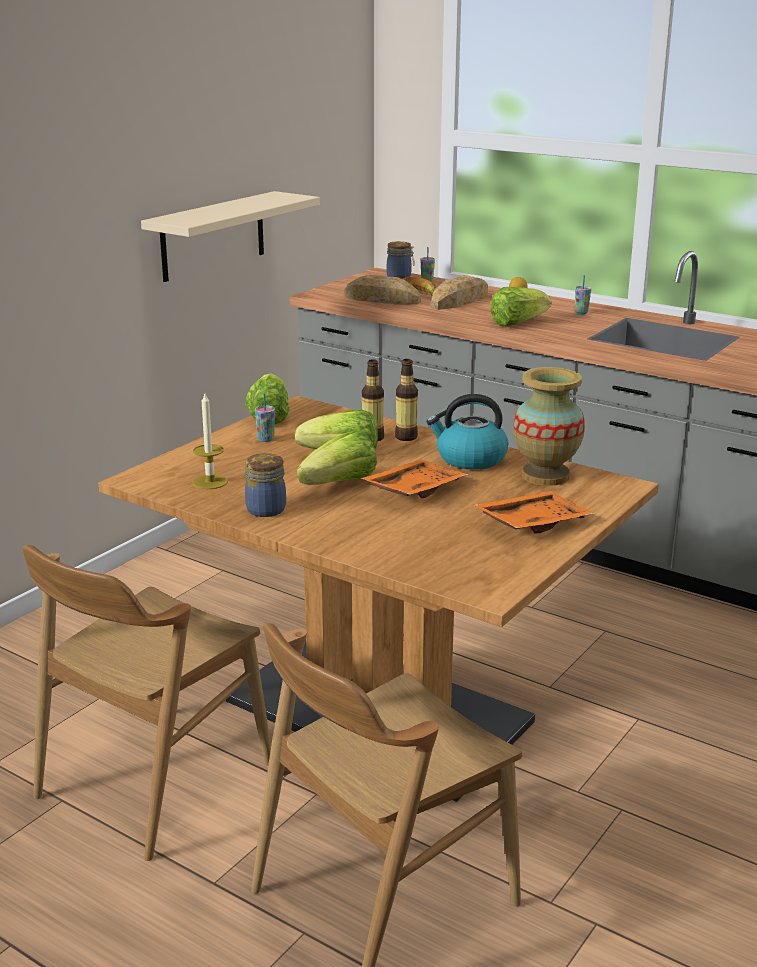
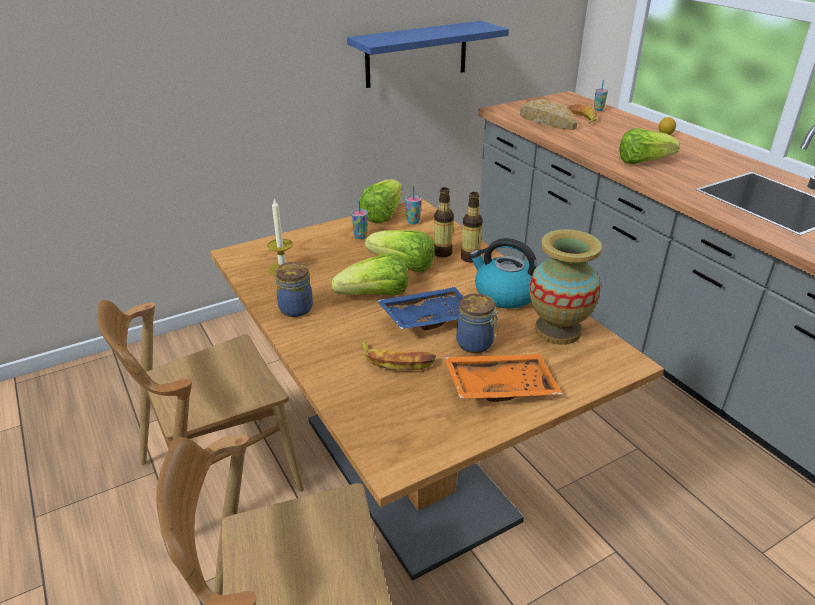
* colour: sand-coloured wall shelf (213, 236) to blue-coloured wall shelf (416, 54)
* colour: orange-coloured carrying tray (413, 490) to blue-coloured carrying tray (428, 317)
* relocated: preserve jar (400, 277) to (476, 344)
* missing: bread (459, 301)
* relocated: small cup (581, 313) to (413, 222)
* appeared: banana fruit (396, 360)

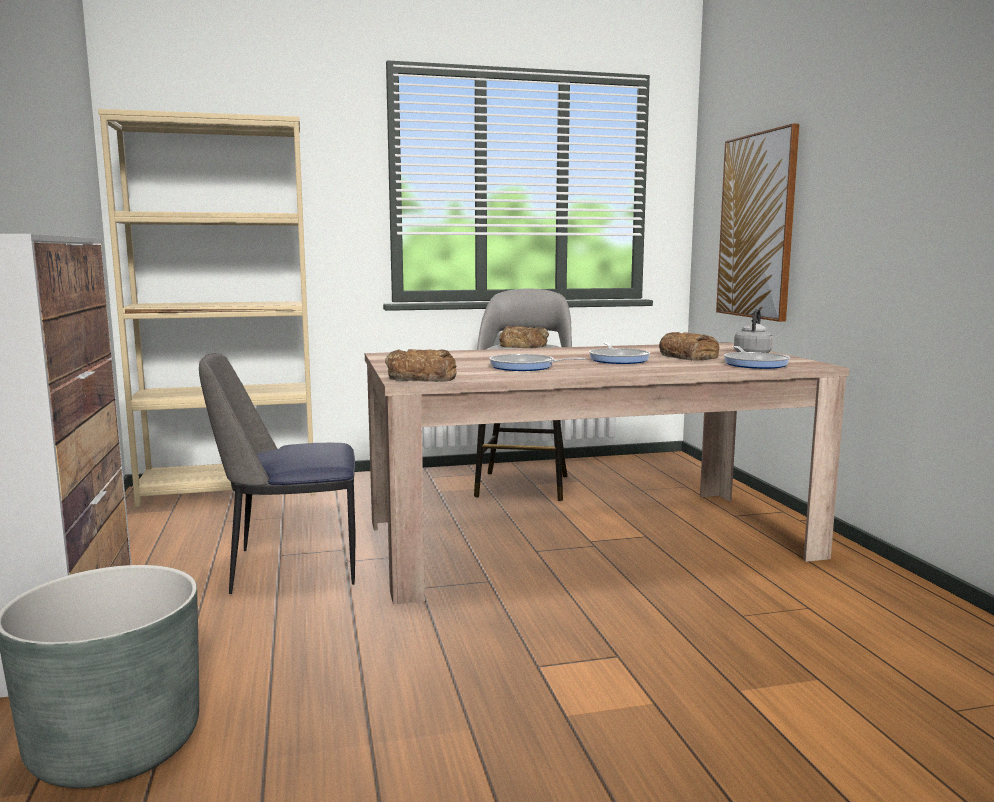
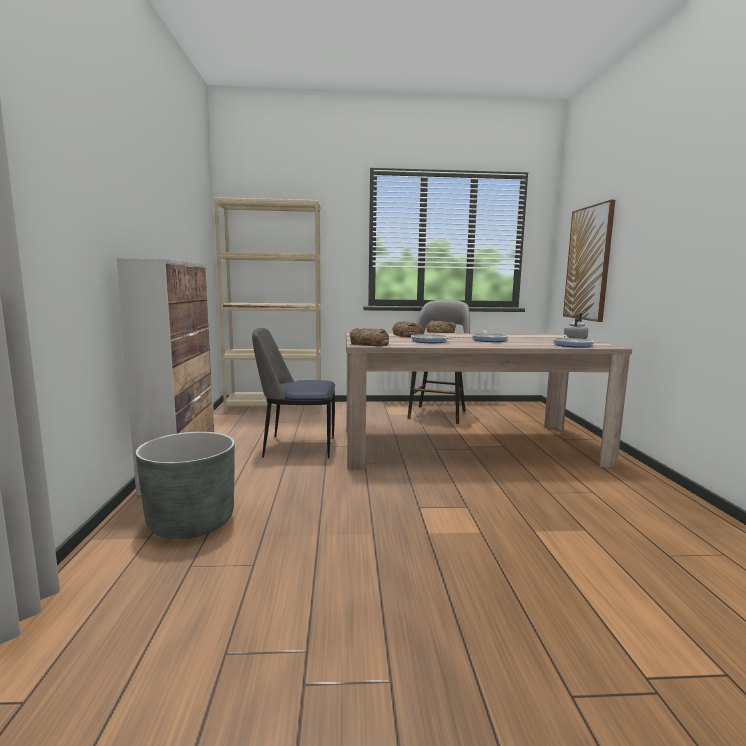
* relocated: bread (688, 356) to (407, 335)

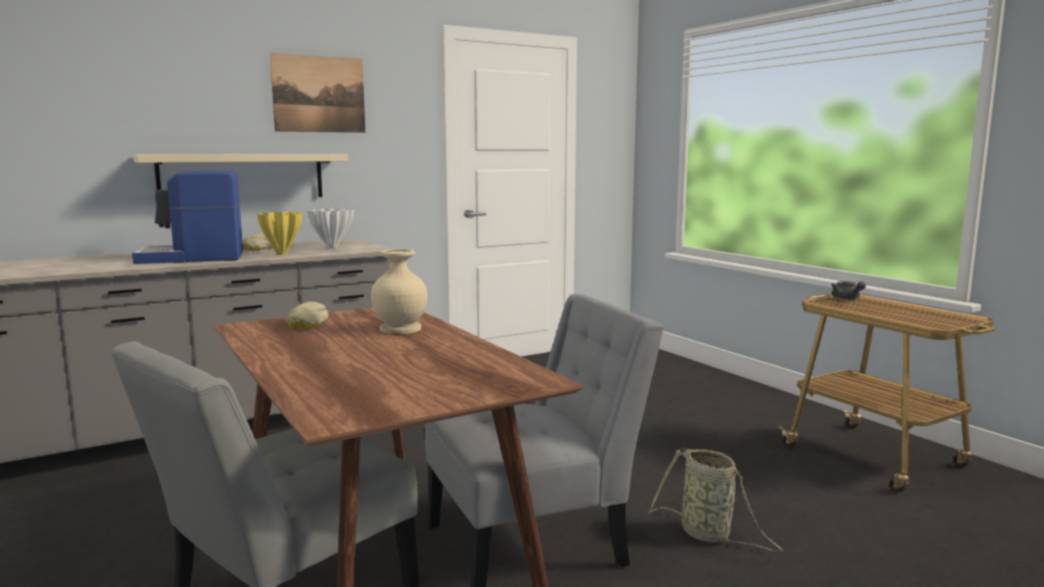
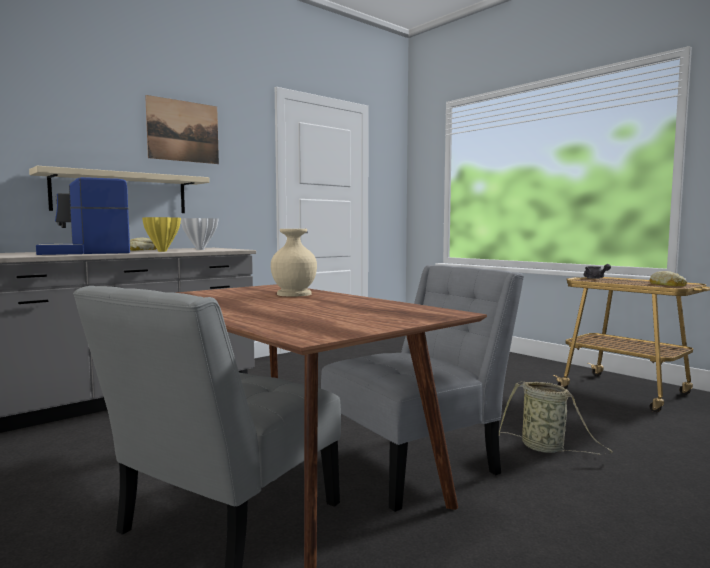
* relocated: bread (306, 323) to (667, 284)

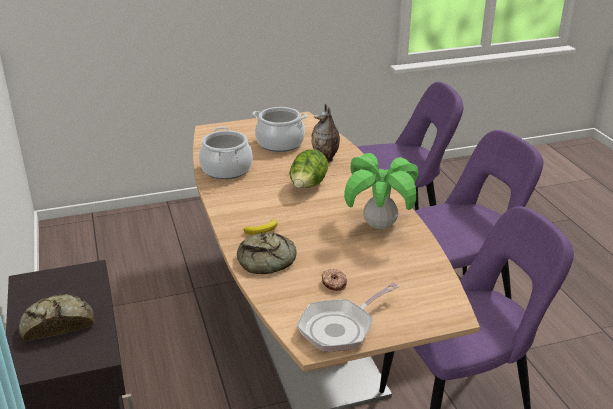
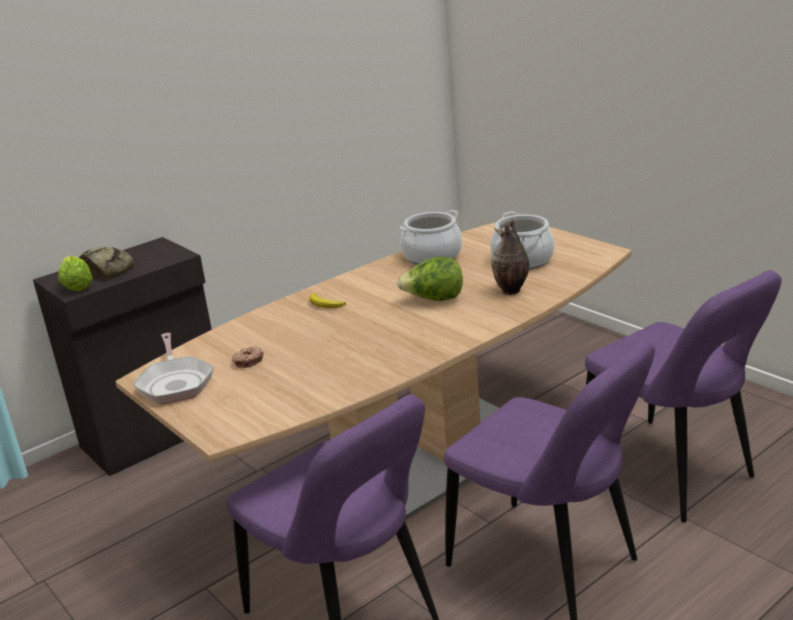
* missing: bread (267, 261)
* spun: skillet (340, 328) = (175, 382) 135 degrees counterclockwise
* missing: plant in a pot (380, 225)
* appeared: lettuce (77, 286)

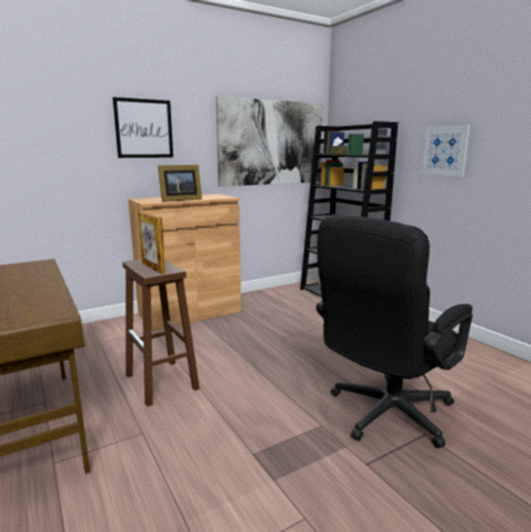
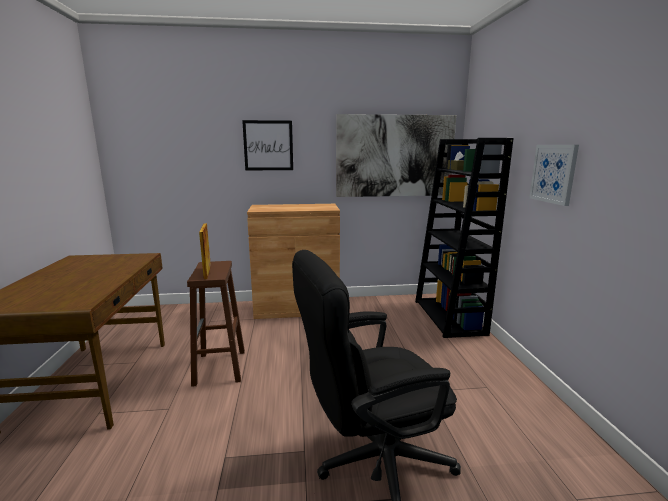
* missing: picture frame (179, 200)

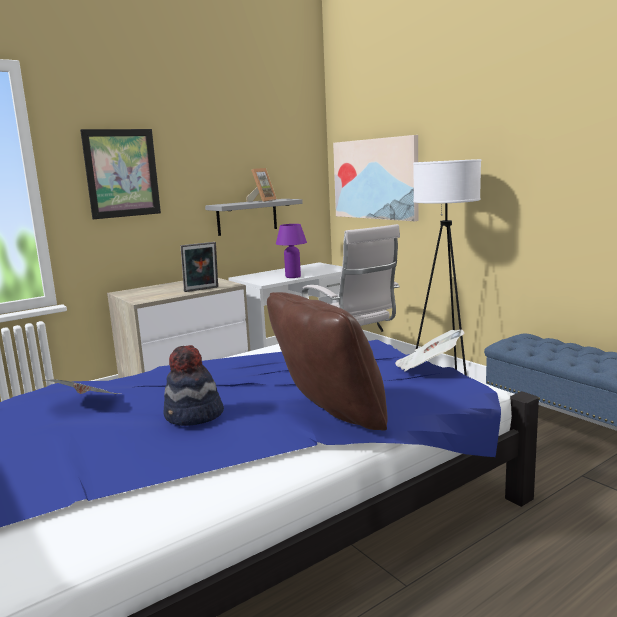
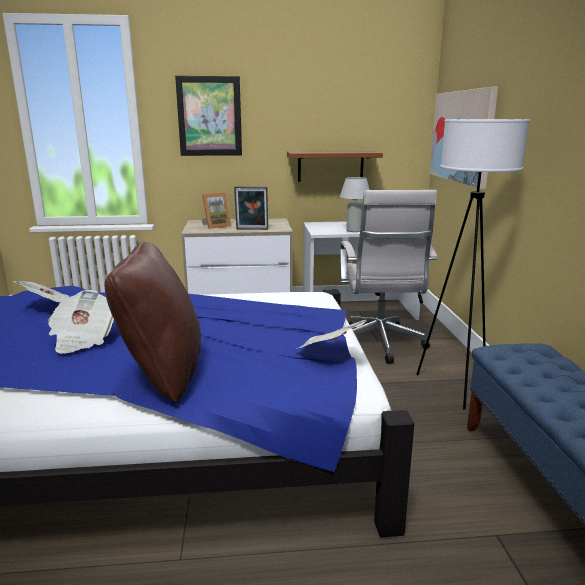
* exchanged: wearable hat (193, 416) to daily paper (83, 338)
* colour: gray wall shelf (247, 217) to brownish wall shelf (330, 166)
* relocated: picture frame (262, 201) to (216, 226)
* colour: purple table lamp (293, 277) to white-coloured table lamp (354, 230)

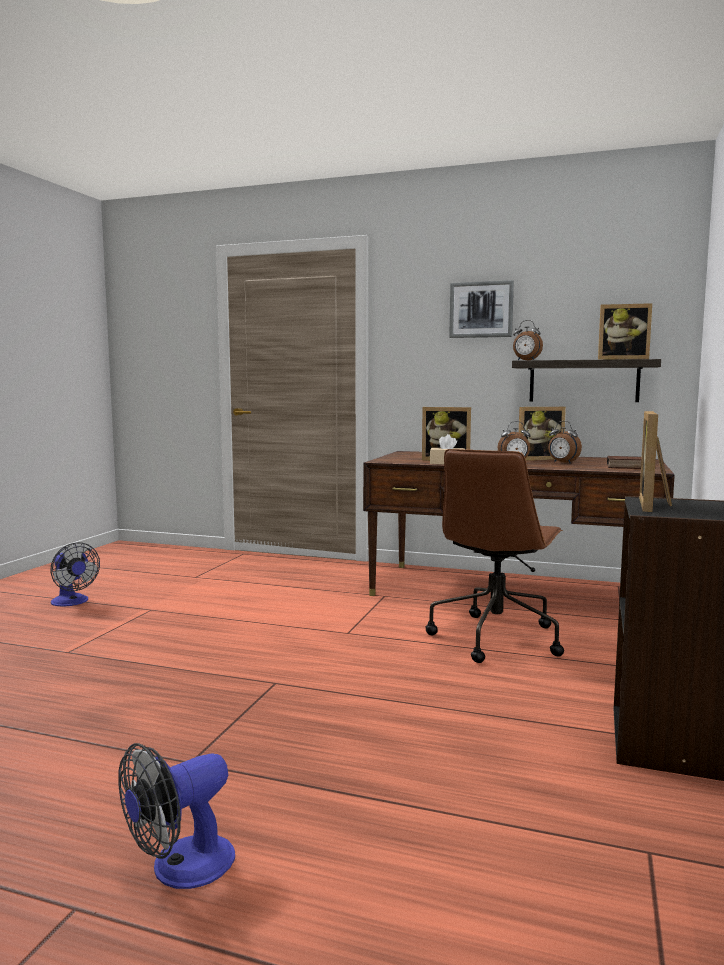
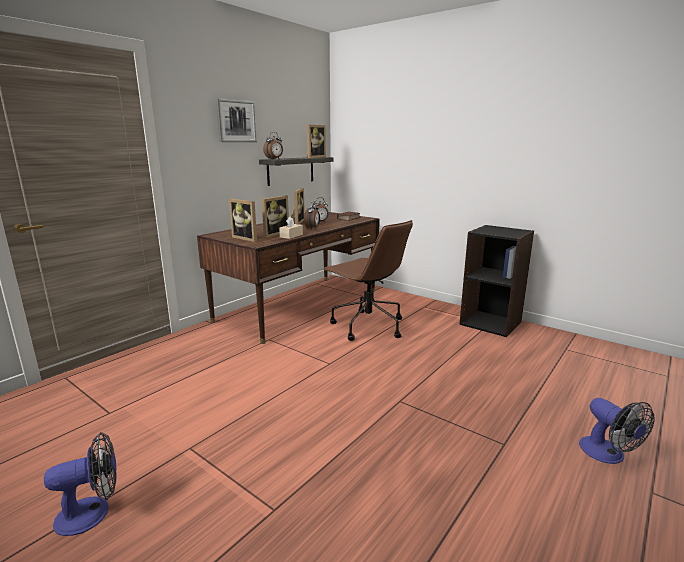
* relocated: picture frame (656, 505) to (247, 238)

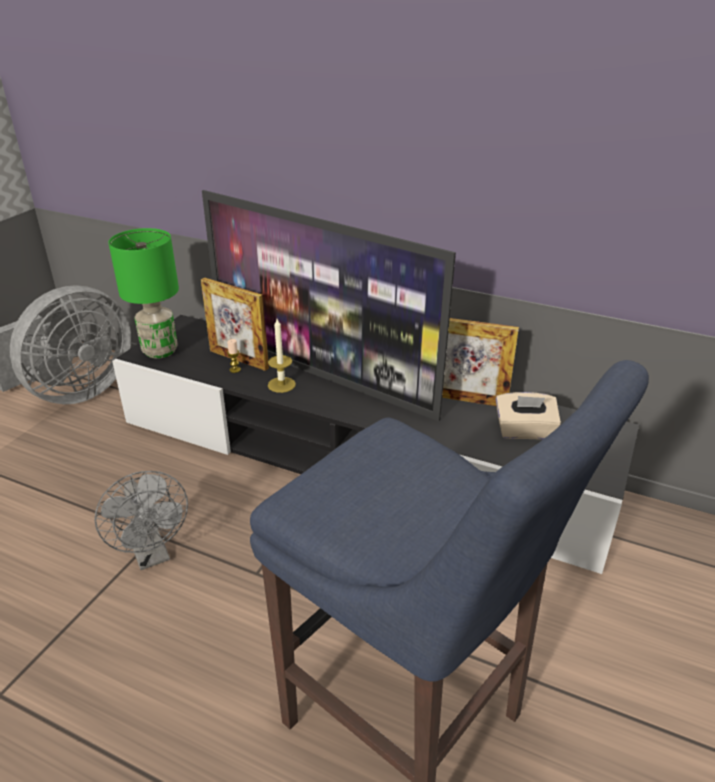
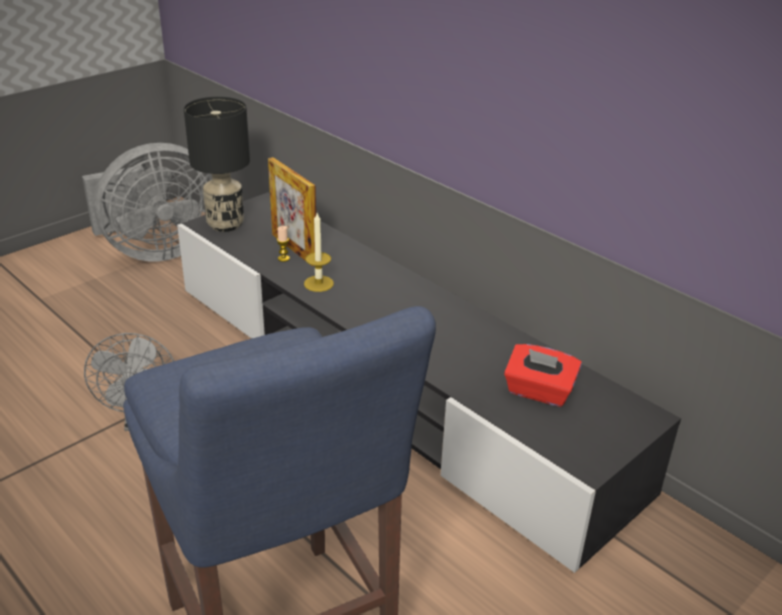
* colour: green table lamp (160, 351) to blackish table lamp (226, 224)
* missing: TV (323, 375)
* missing: picture frame (467, 400)
* colour: sand-coloured tissue box (524, 431) to reddish tissue box (539, 392)

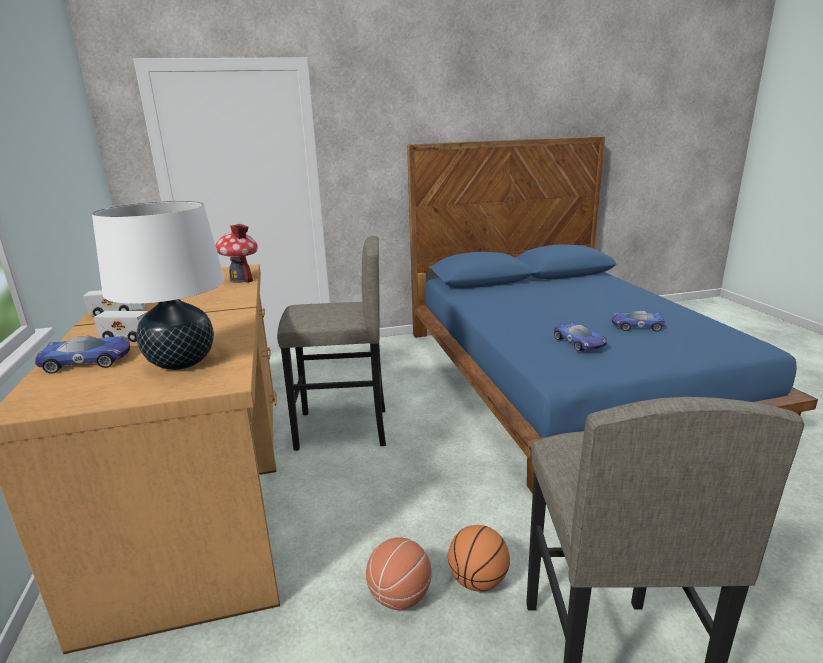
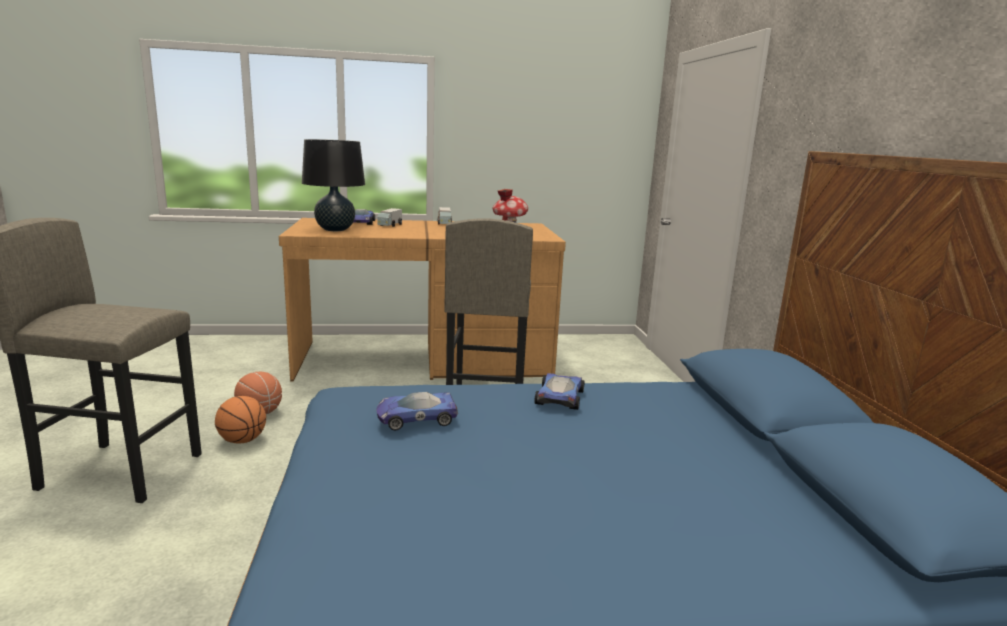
* colour: white-coloured table lamp (181, 362) to blackish table lamp (335, 229)
* relocated: toy car (636, 326) to (560, 397)

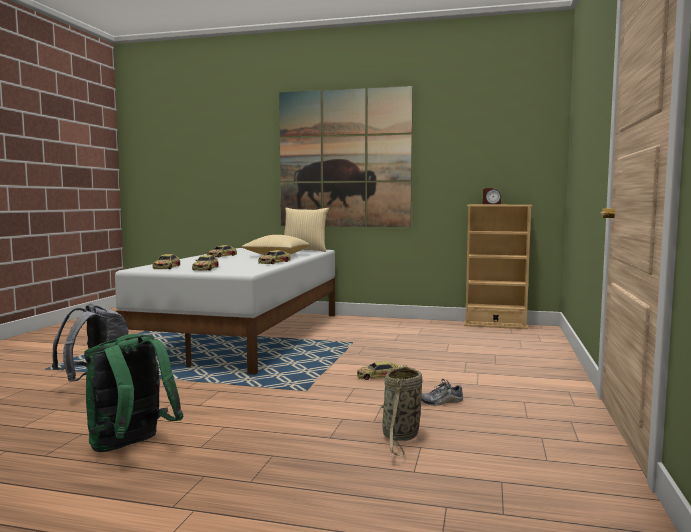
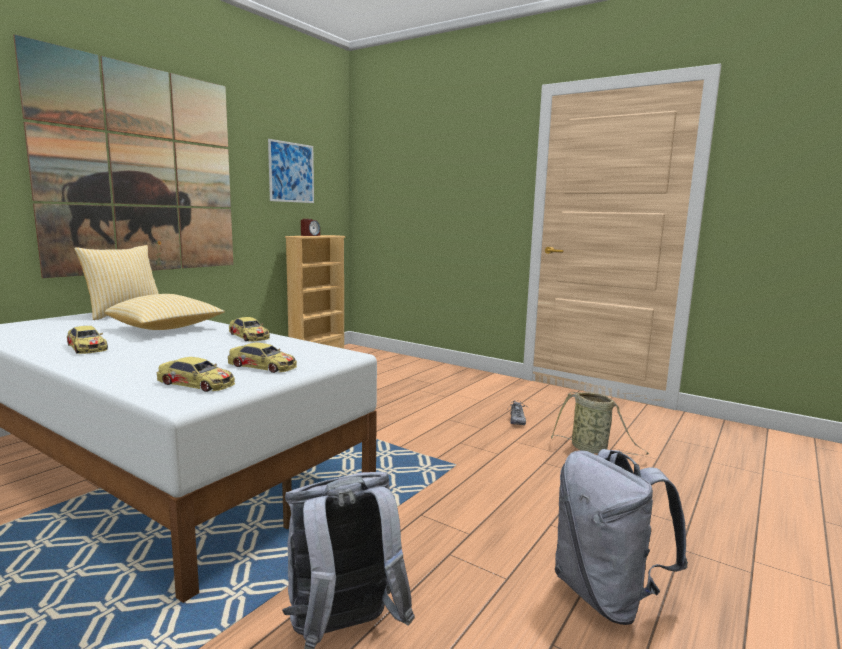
* colour: green knapsack (130, 447) to gray knapsack (606, 596)
* missing: toy car (379, 376)
* appeared: wall picture (291, 172)

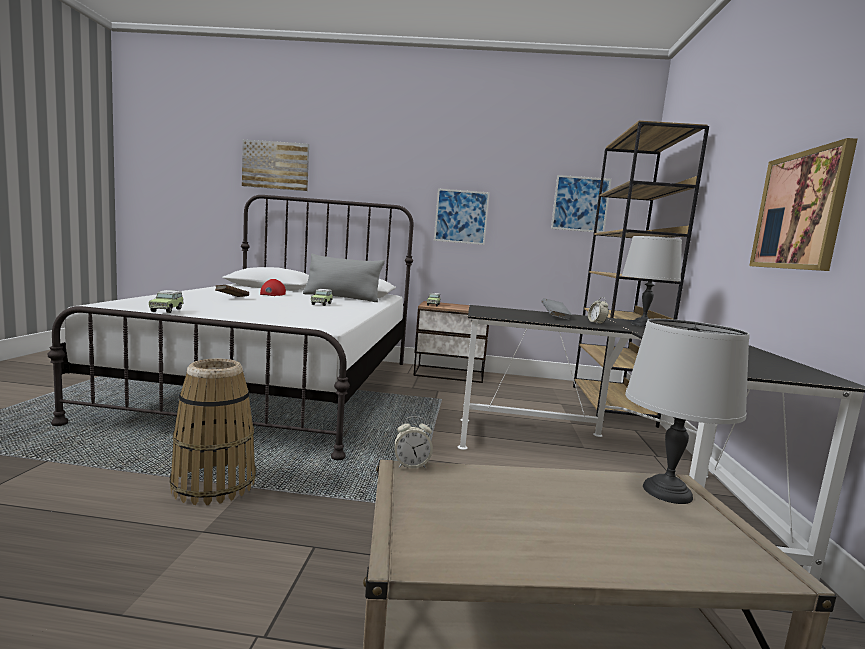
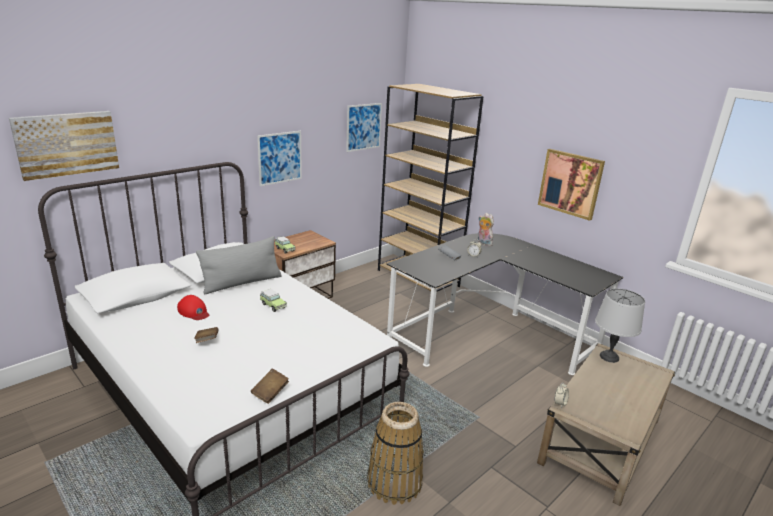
* exchanged: toy car (167, 310) to brownish bound book (270, 393)
* exchanged: gray table lamp (643, 325) to soft toy (483, 243)

